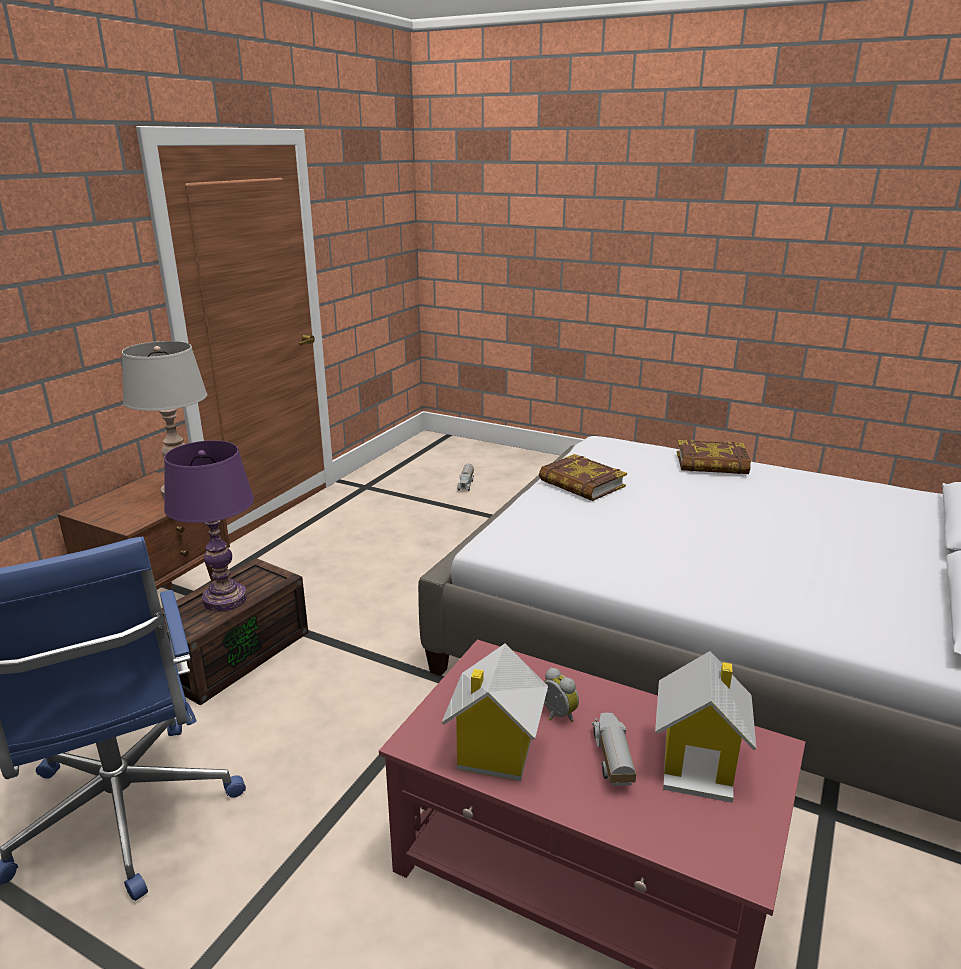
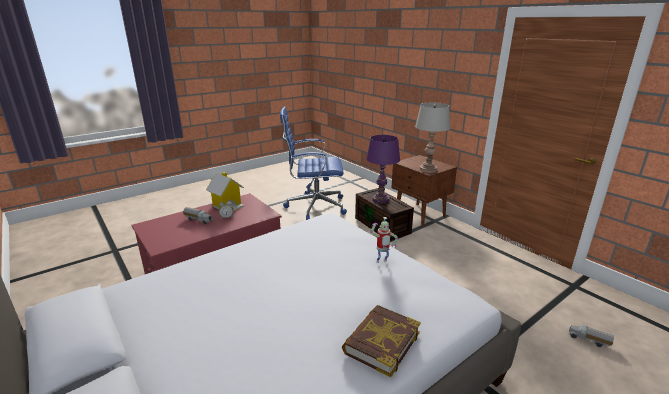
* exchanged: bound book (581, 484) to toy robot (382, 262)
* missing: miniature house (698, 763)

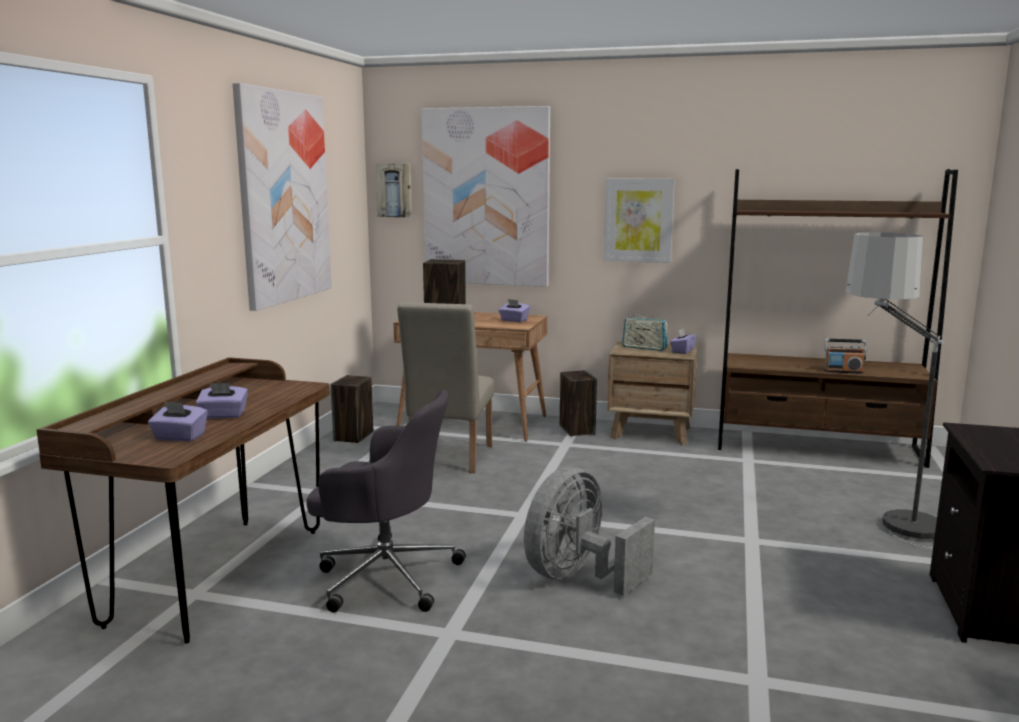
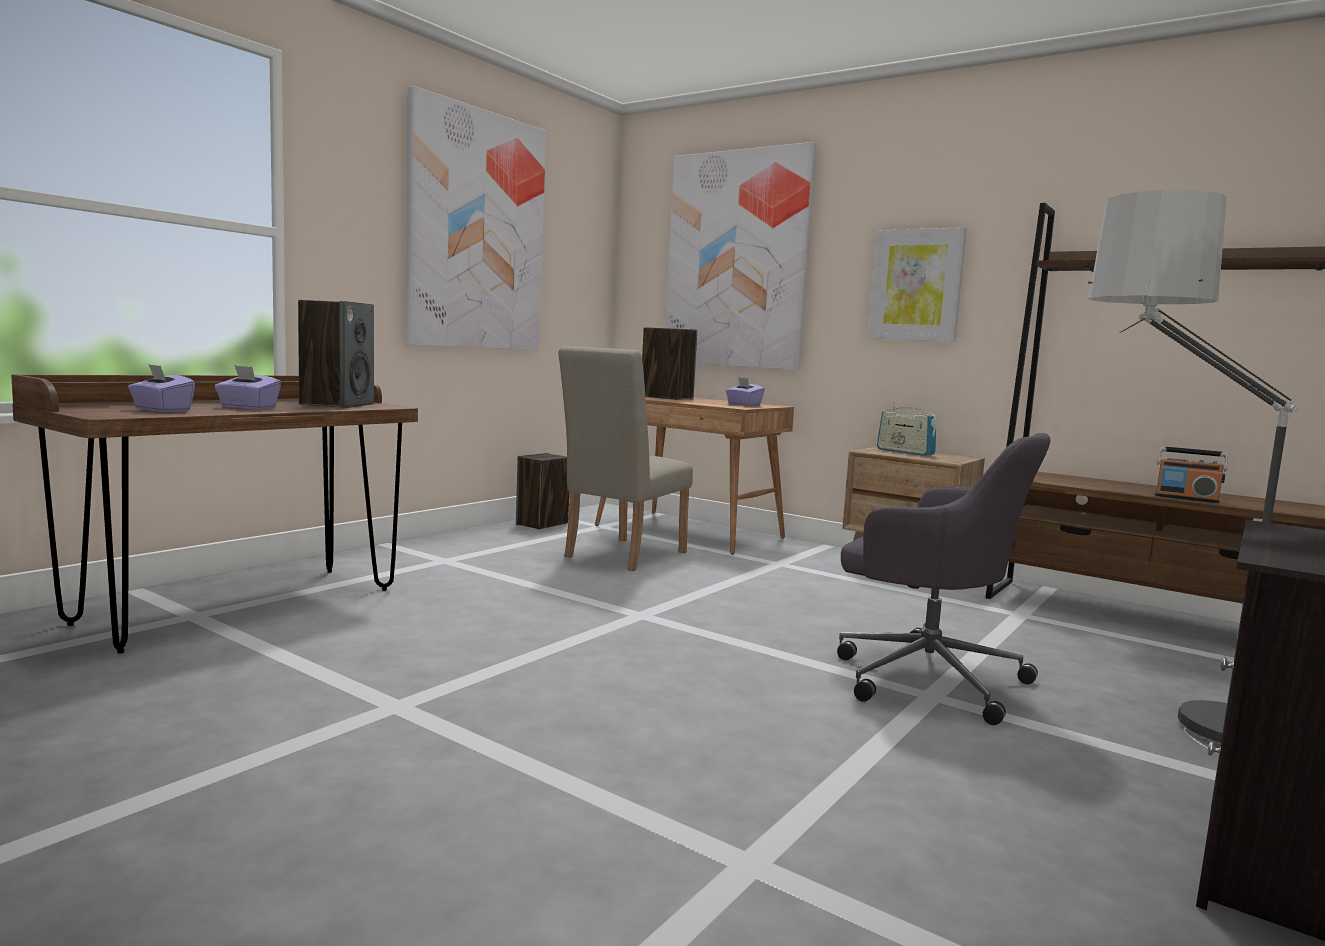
* relocated: gray desk chair (385, 576) to (924, 677)
* missing: wall picture (394, 190)
* missing: gray electric fan (578, 577)
* relocated: loudspeaker (576, 430) to (337, 405)
* missing: purple tissue box (682, 351)

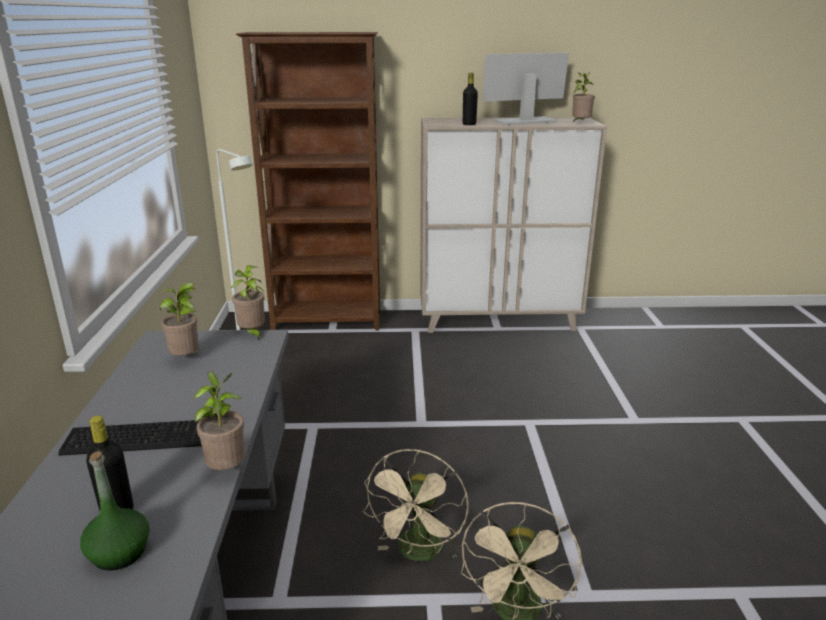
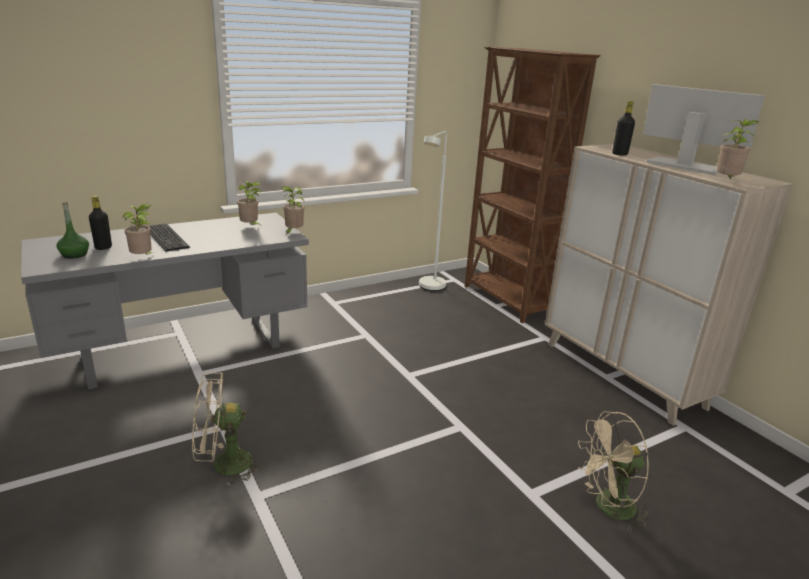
* relocated: sand-coloured electric fan (419, 553) to (607, 508)

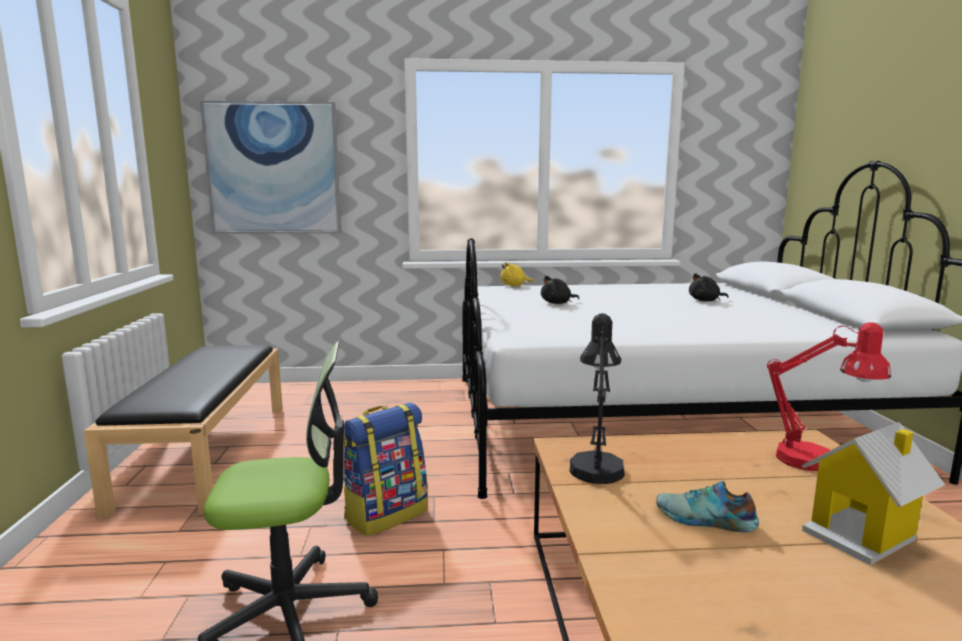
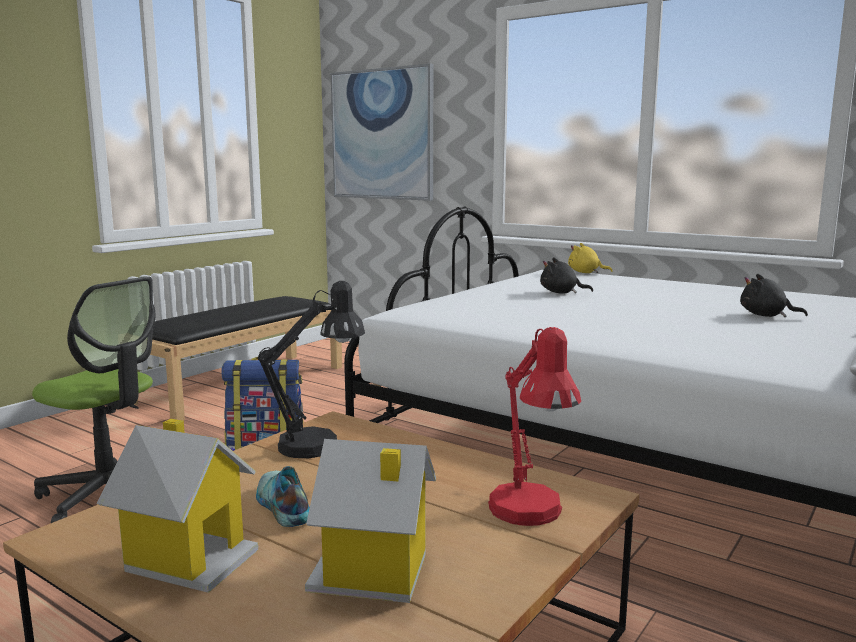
* appeared: miniature house (189, 558)

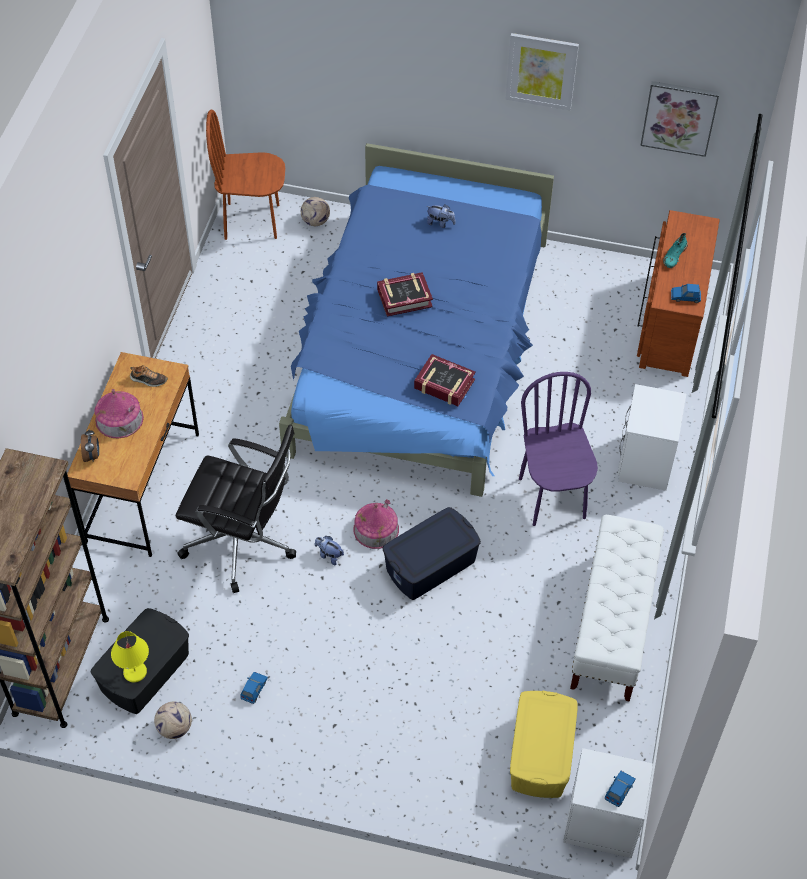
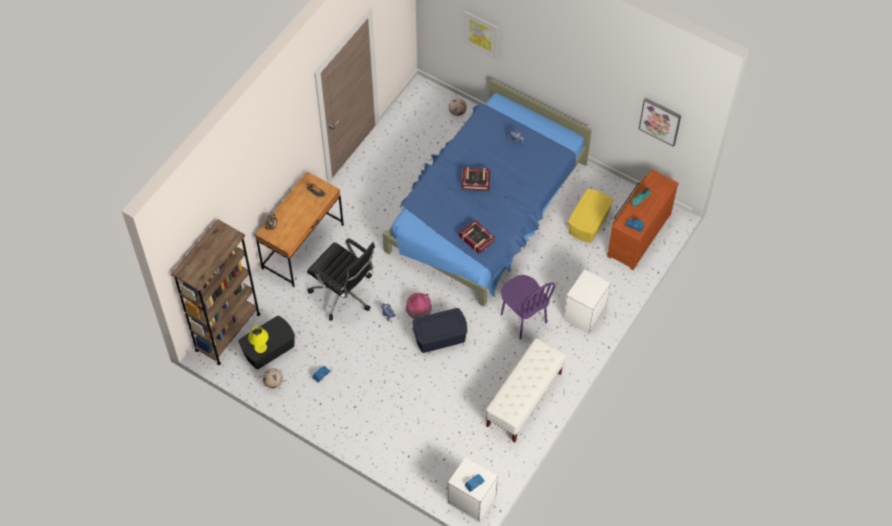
* missing: miniature house (119, 419)
* missing: brownish plain chair (252, 221)
* relocated: wall picture (541, 71) to (481, 34)
* relocated: yellow storage bin (540, 755) to (588, 222)
* spun: purple plain chair (553, 498) = (523, 319) 135 degrees clockwise

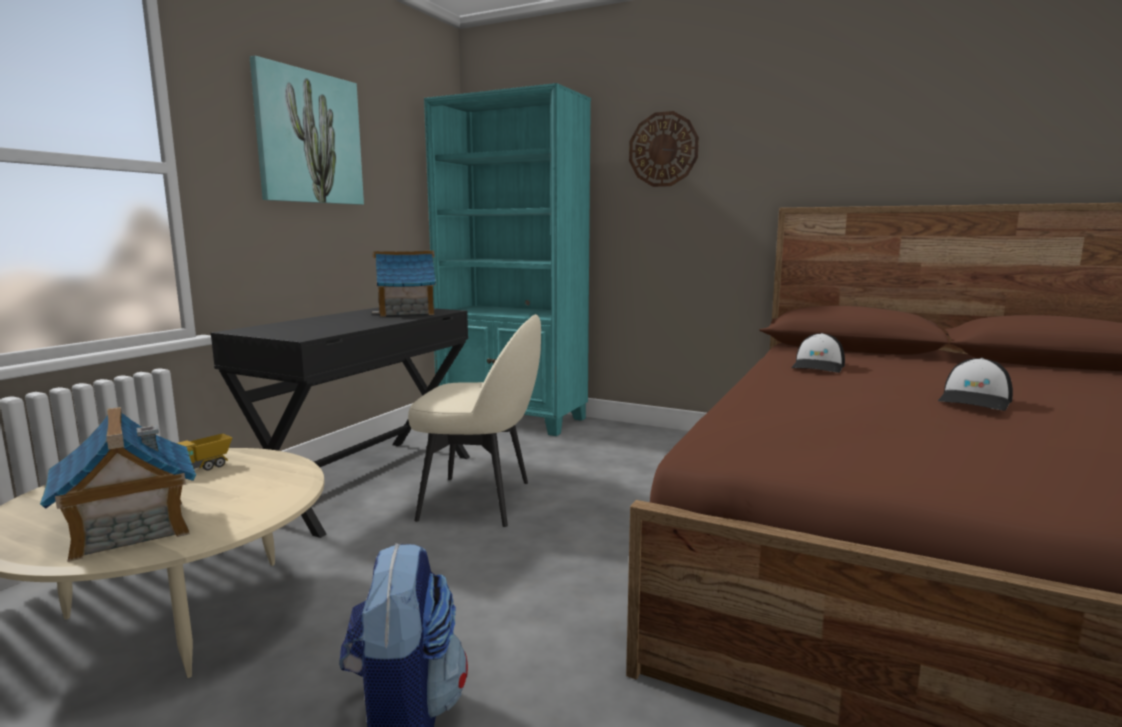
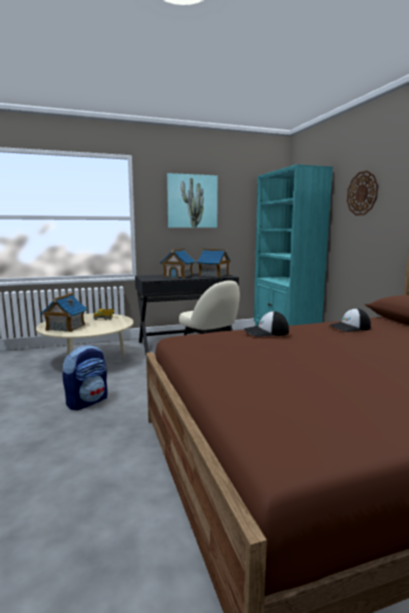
* relocated: peaked cap (975, 400) to (266, 332)
* appeared: miniature house (178, 276)

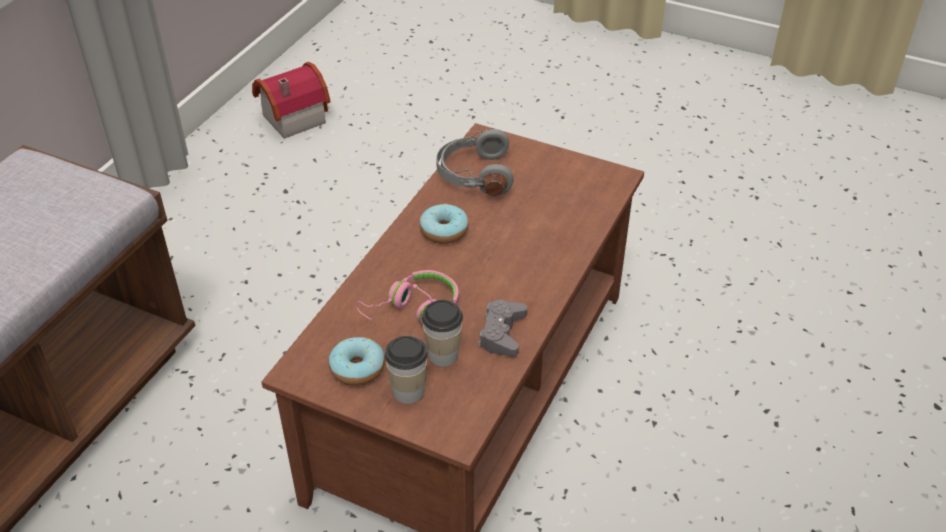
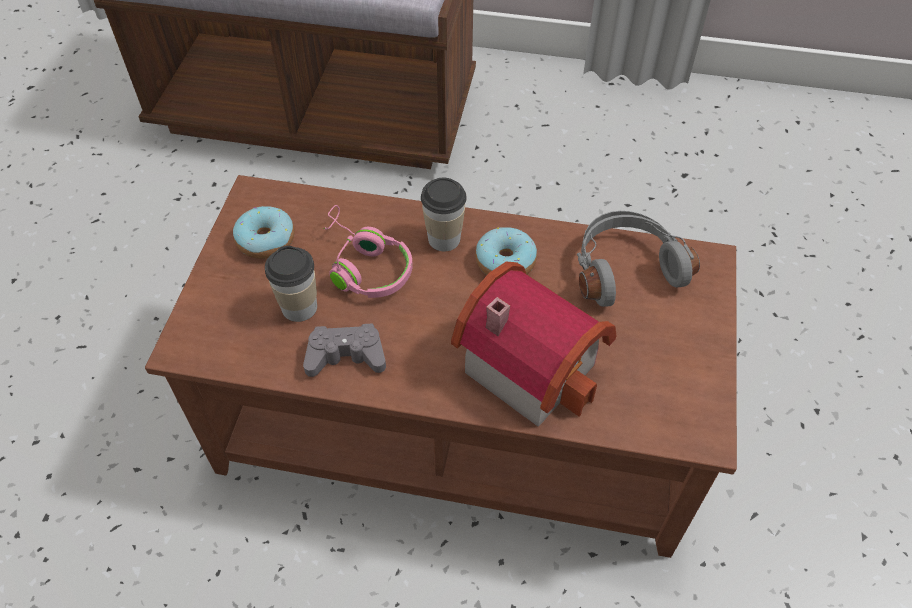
* relocated: miniature house (290, 117) to (532, 361)
* relocated: small cup (408, 391) to (444, 238)

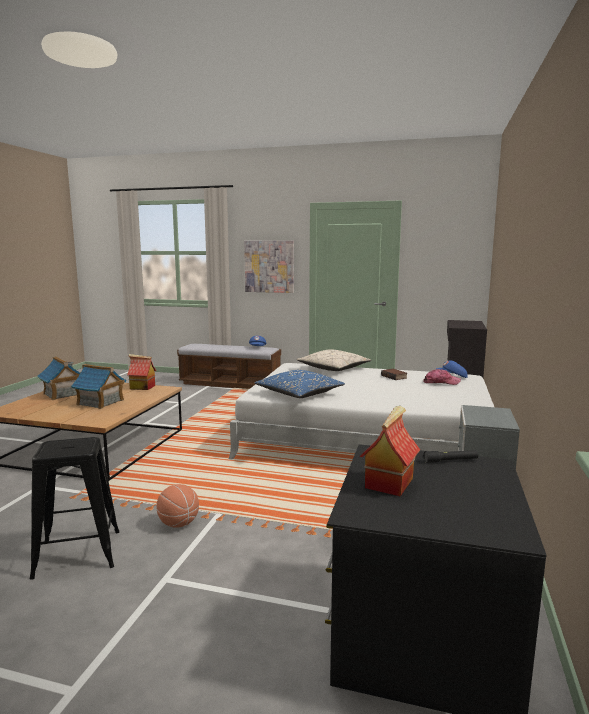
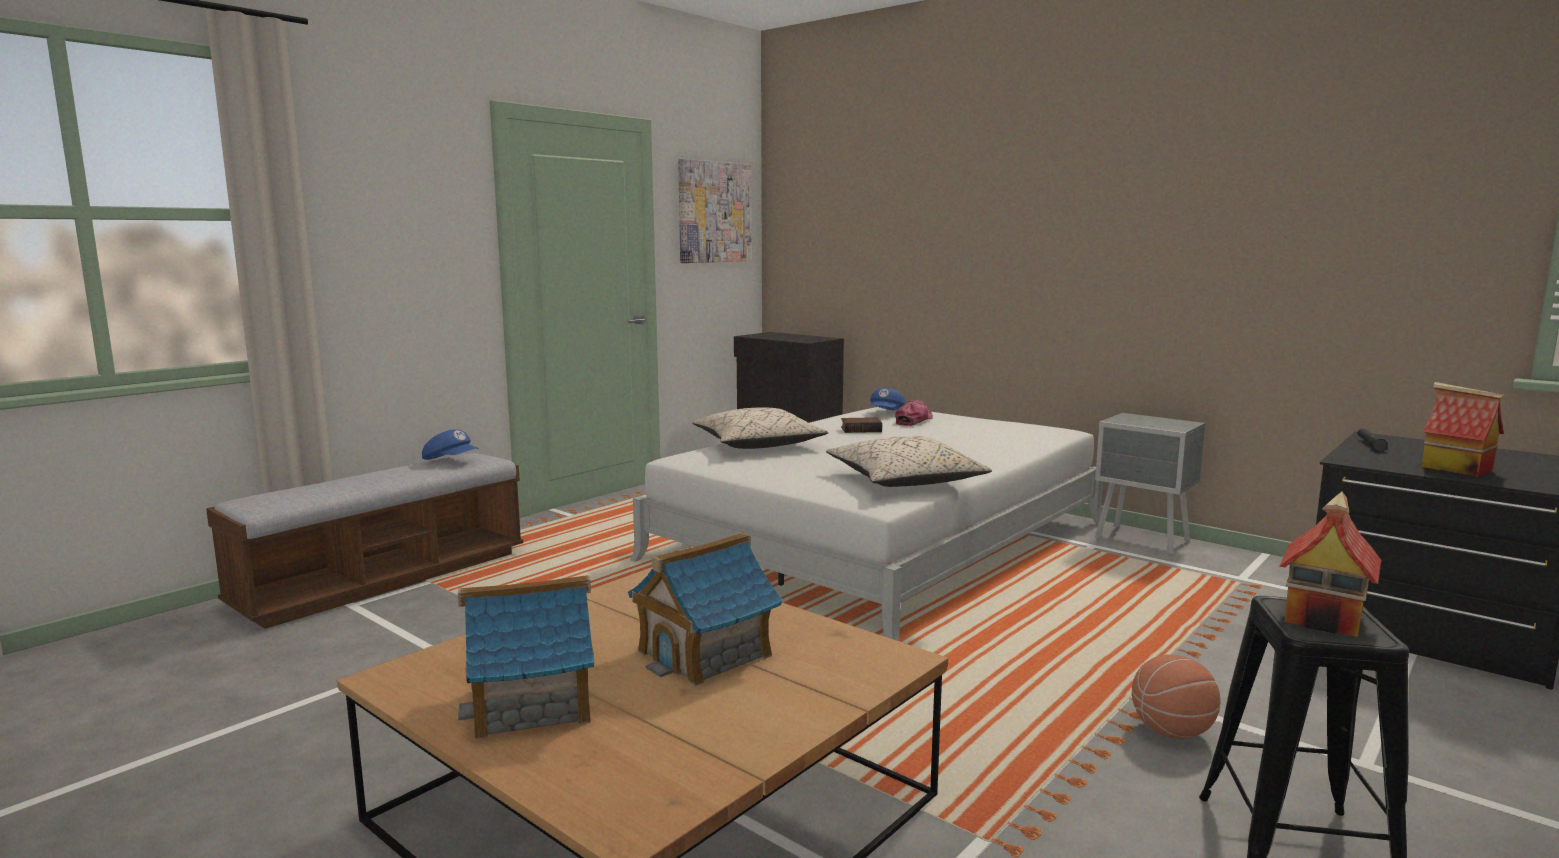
* relocated: miniature house (142, 387) to (1325, 617)
* relocated: wall picture (269, 266) to (714, 212)
* colour: blue-coloured cushion (299, 394) to sand-coloured cushion (906, 481)

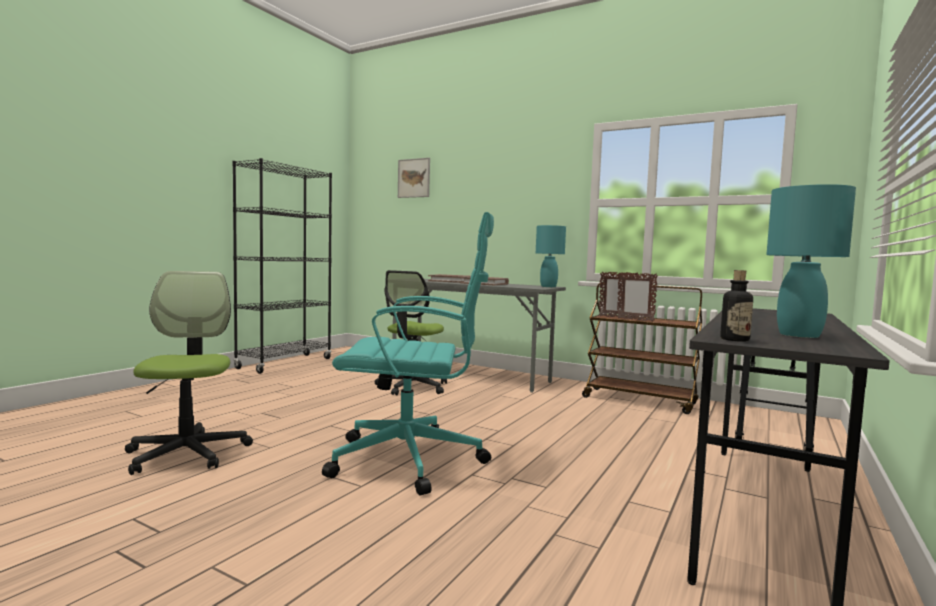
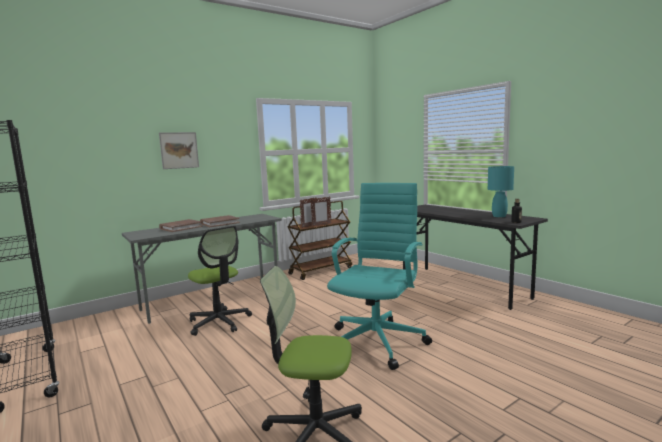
* relocated: wall picture (414, 178) to (179, 150)
* missing: turquoise table lamp (548, 287)

